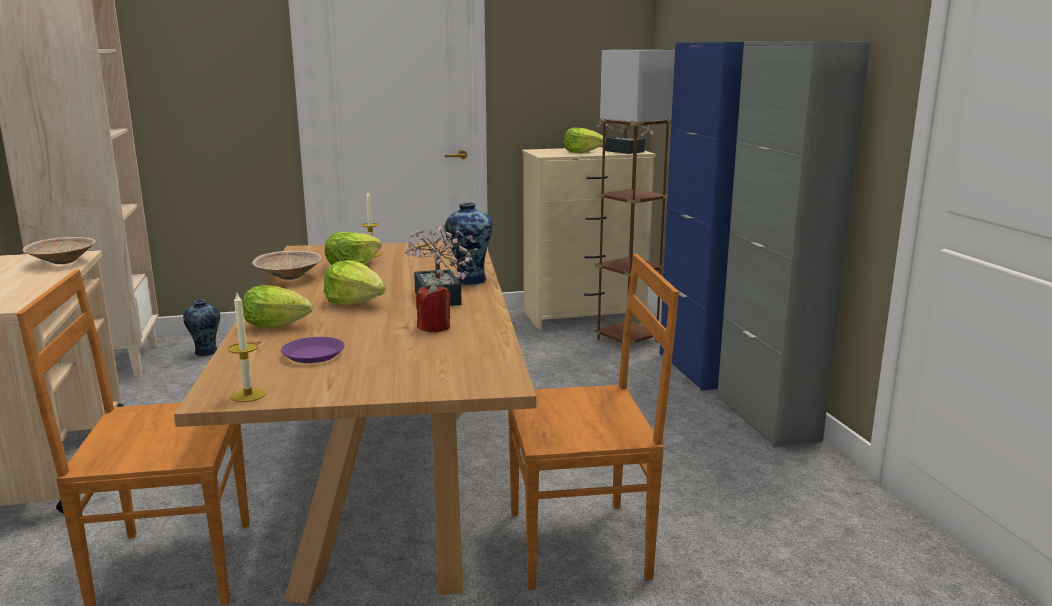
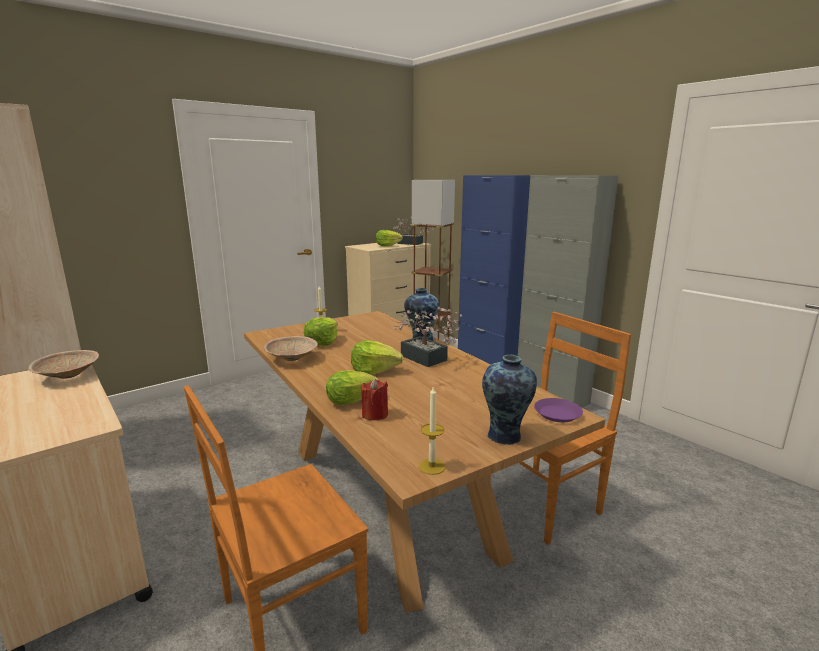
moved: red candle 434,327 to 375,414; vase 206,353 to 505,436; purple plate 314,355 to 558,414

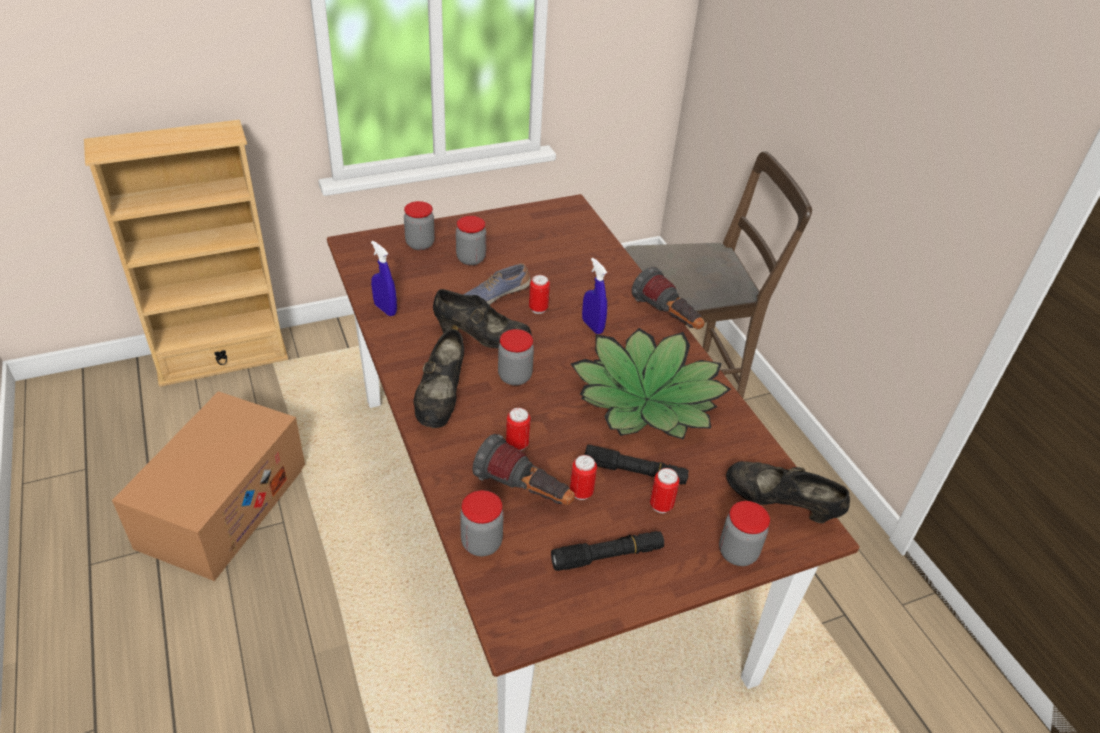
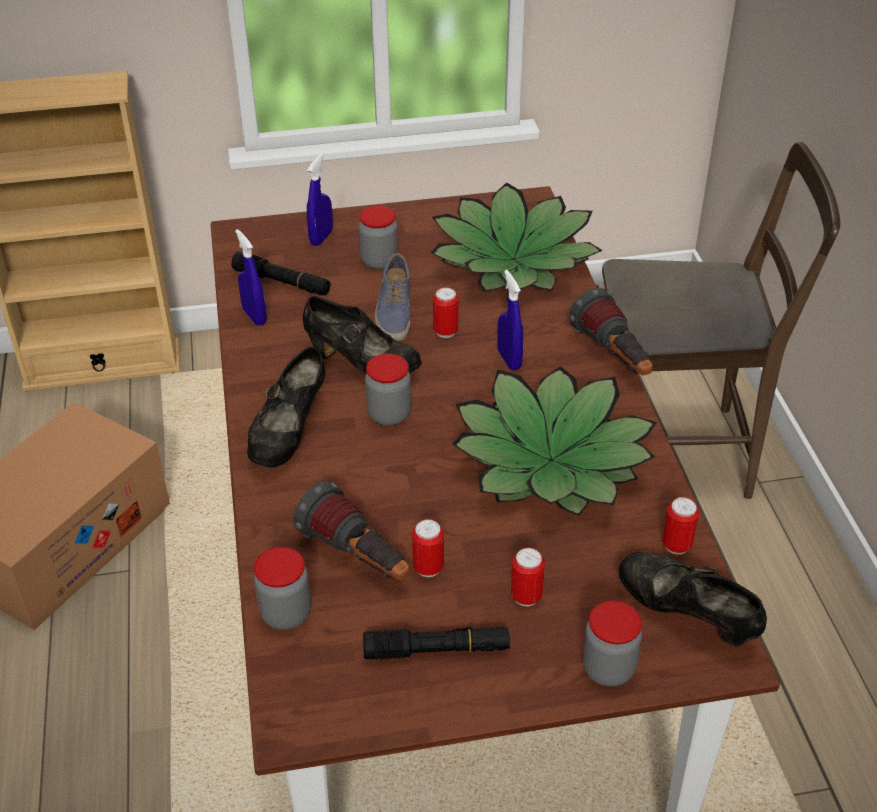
added: potted plant 514,259
moved: can 517,444 to 676,545; black flashlight 635,472 to 282,282
replaced: jar 420,244 to blue spray bottle 321,238
turned: shoe 494,297 = 393,312 75 degrees counterclockwise

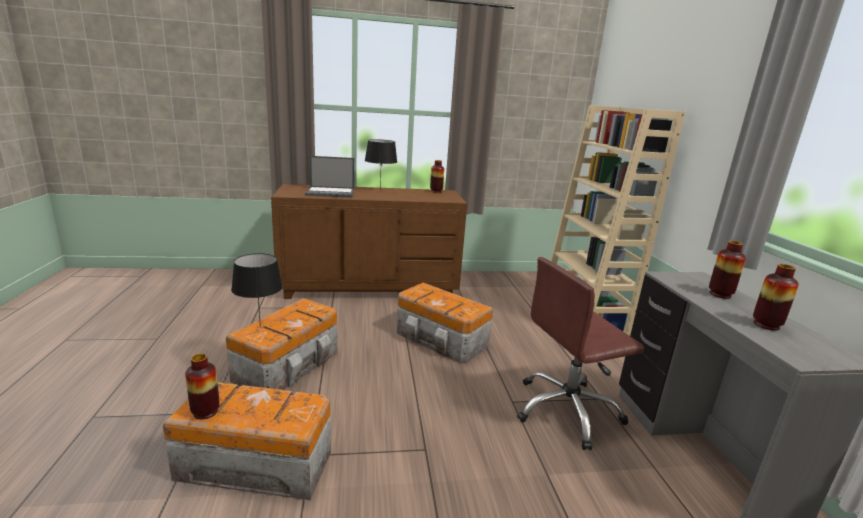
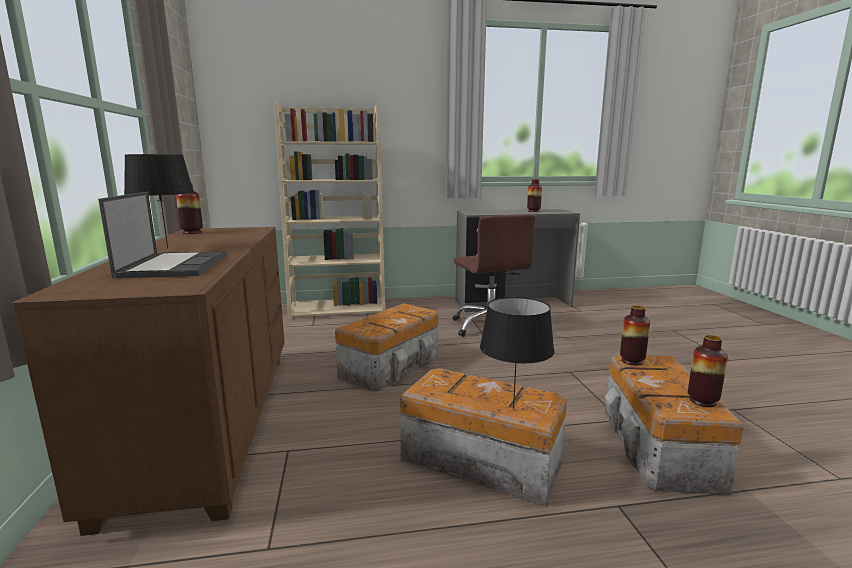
moved: vase 720,294 to 632,361

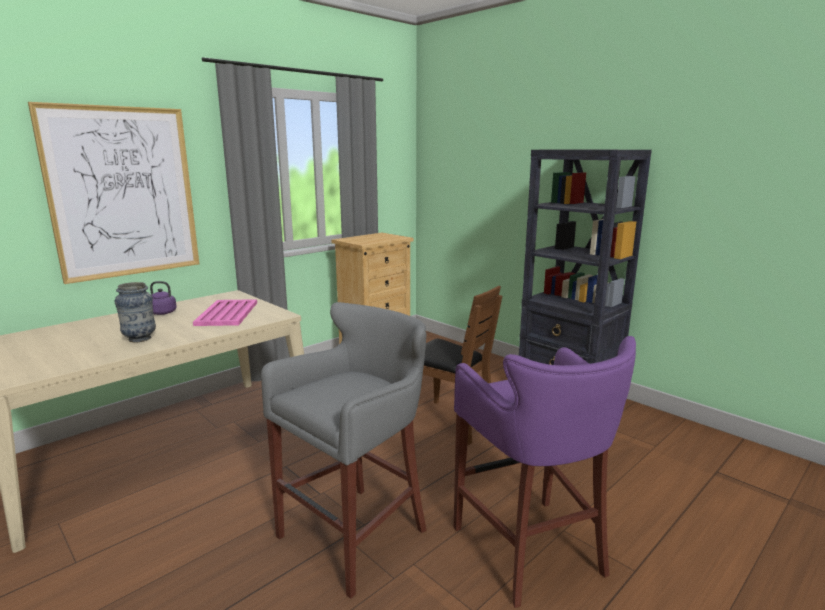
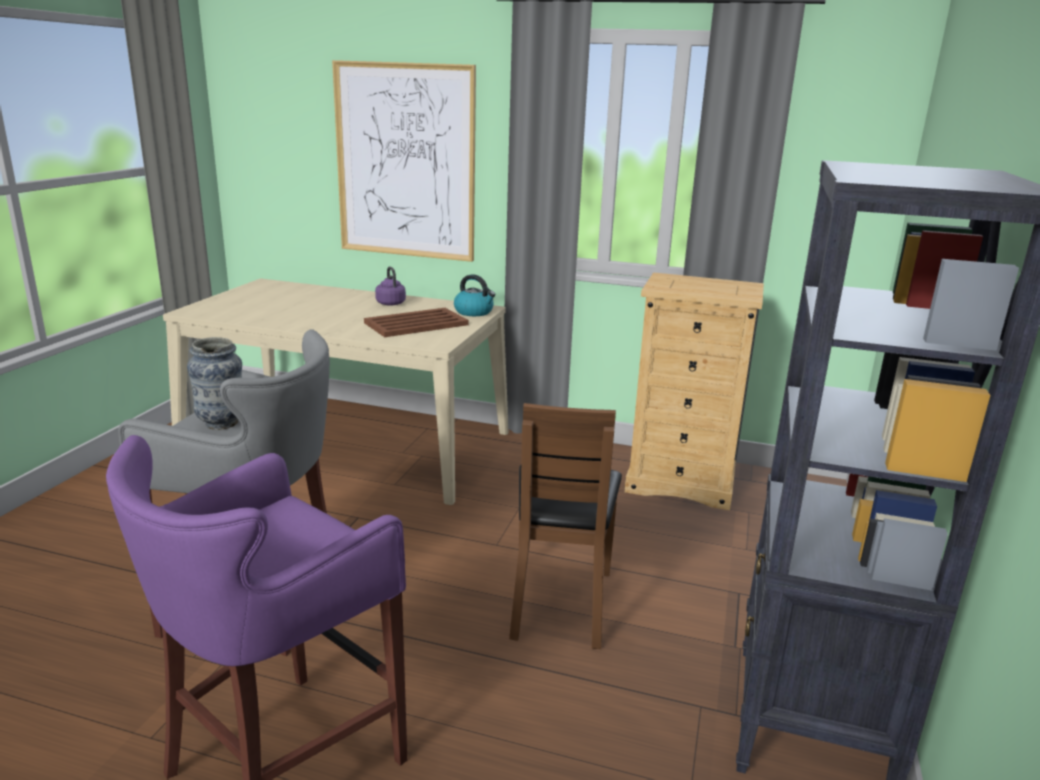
added: kettle 474,312
moved: vase 140,339 to 221,423
recoloured: pink tray 227,314 to brown tray 415,324

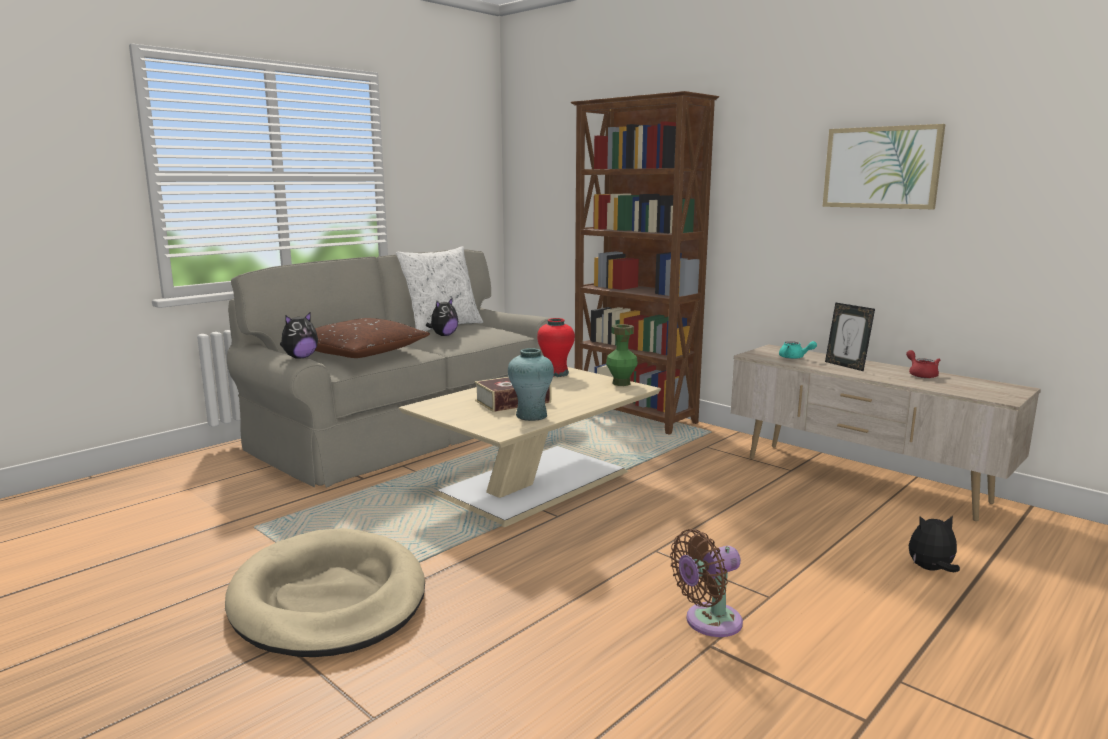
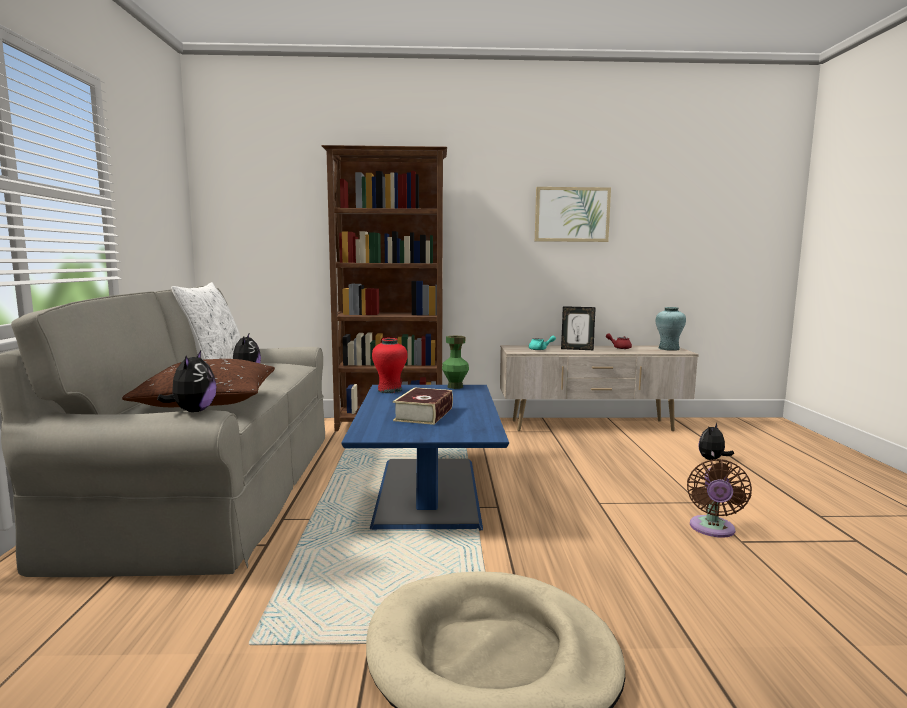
moved: turquoise vase 531,416 to 669,349
recoloured: beige coffee table 536,481 to blue coffee table 427,489

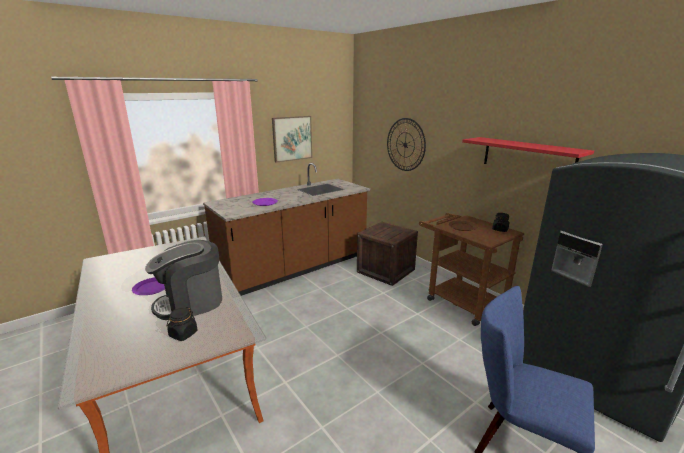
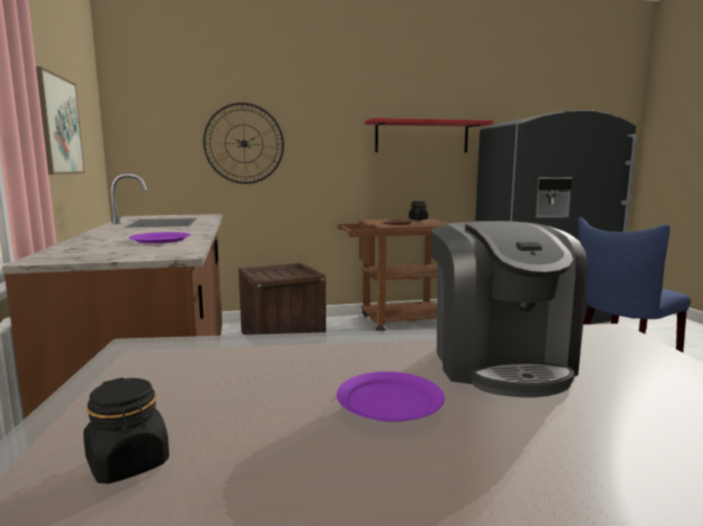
moved: black jar 183,334 to 128,463

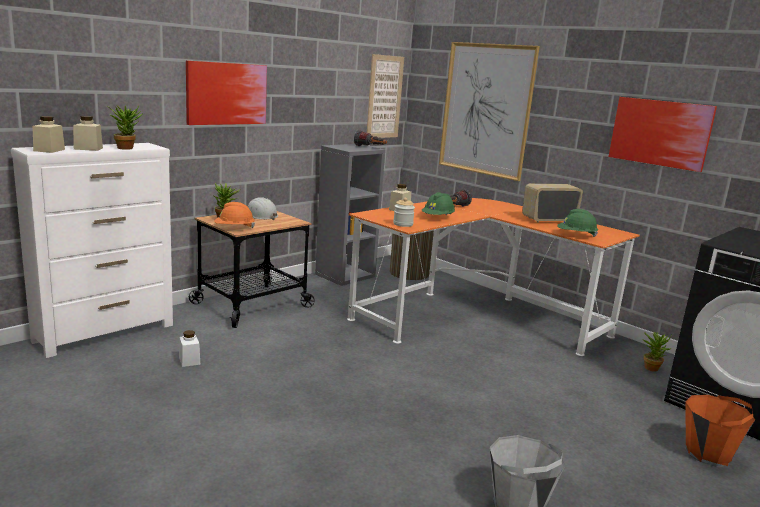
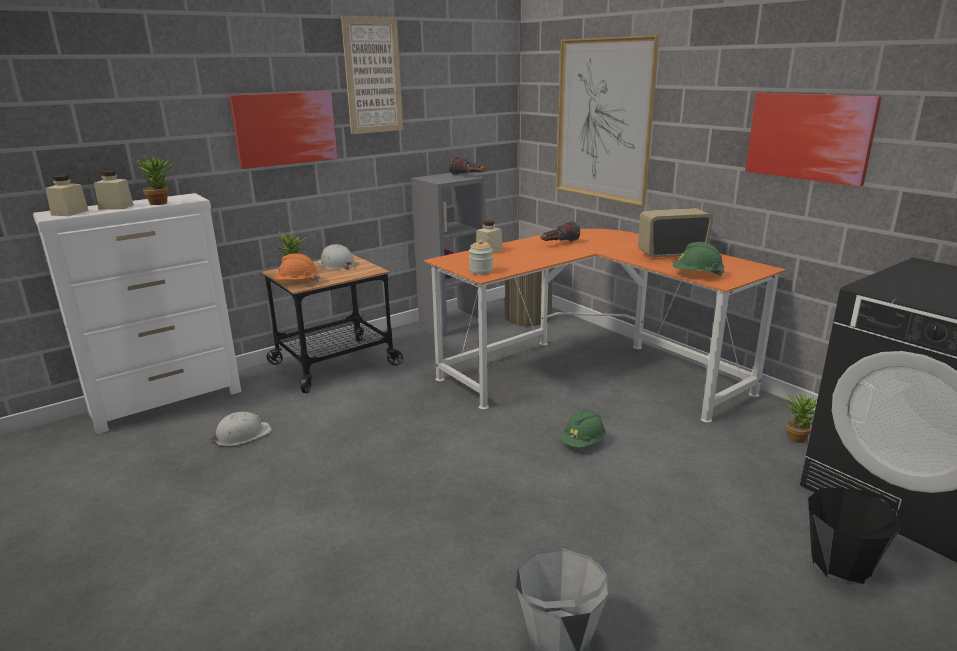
moved: picture 384,97 to 373,76; green hard hat 437,218 to 583,443
replaced: white jar 189,360 to white hard hat 242,435
recoloured: orange bucket 708,454 to black bucket 841,565

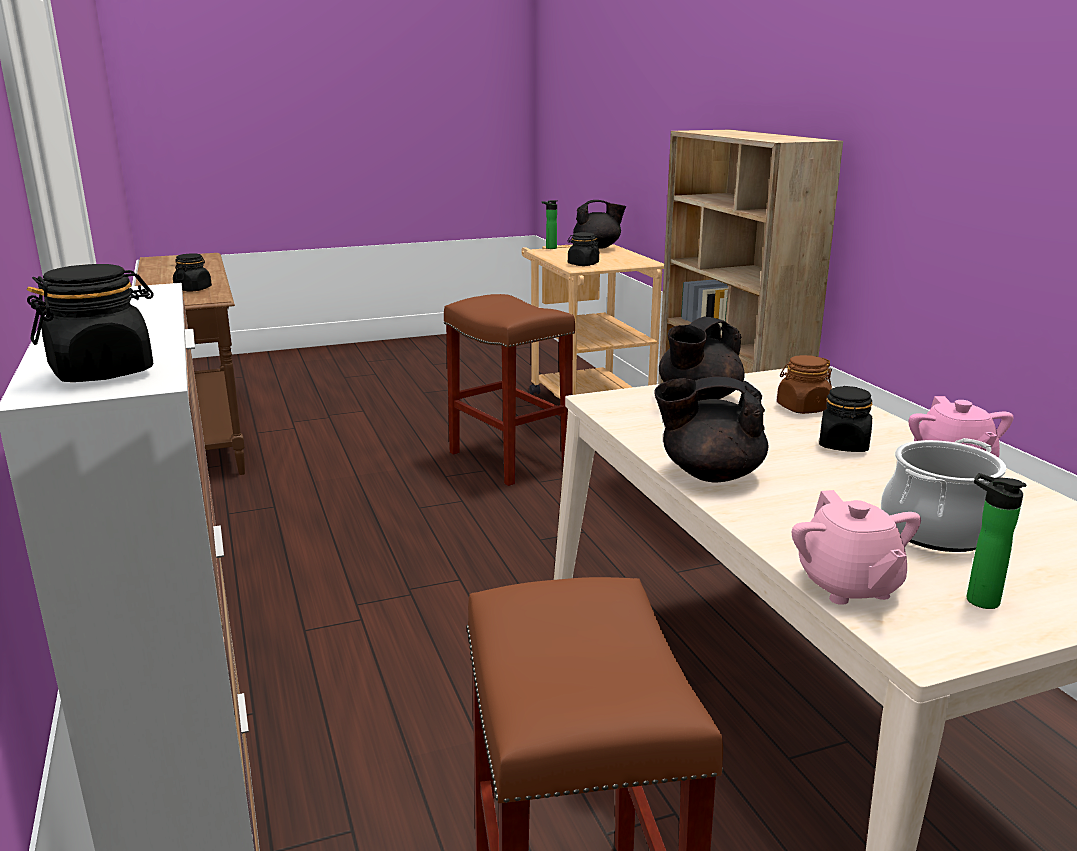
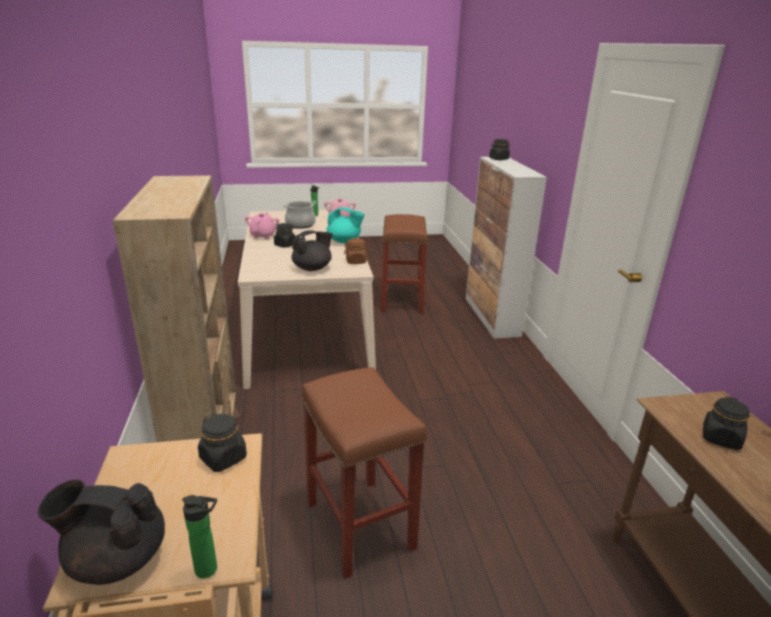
moved: brown jar 802,408 to 356,261
recoloured: black teapot 709,474 to turquoise teapot 344,241

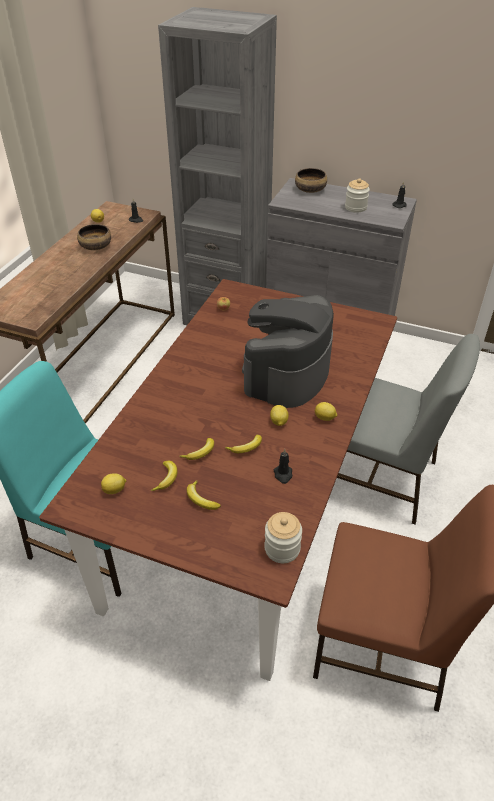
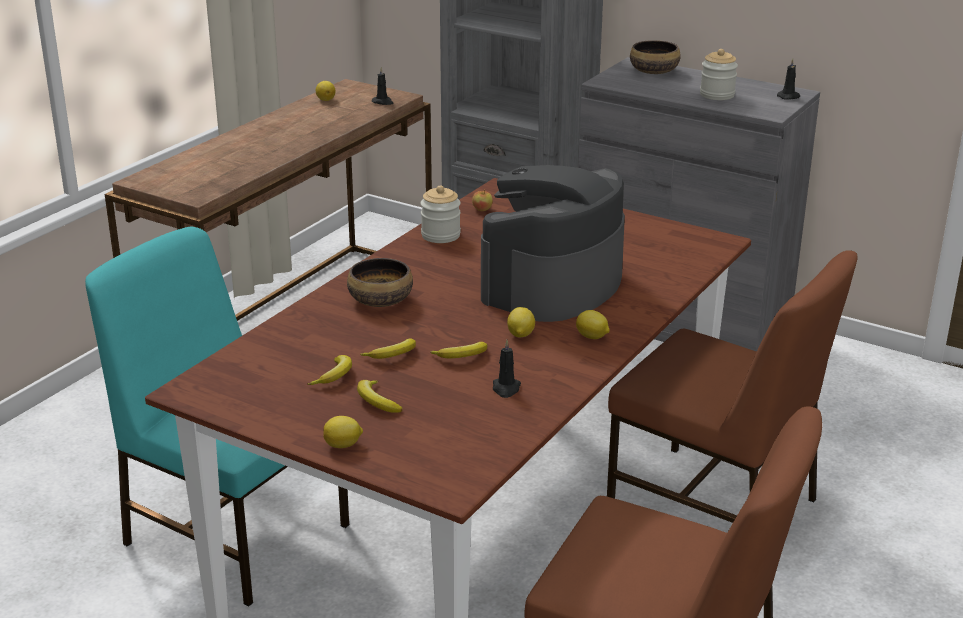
moved: bowl 95,246 to 380,300; lemon 115,490 to 343,445; jar 282,548 to 440,235
recoloured: grey chair 380,478 to brown chair 715,510

